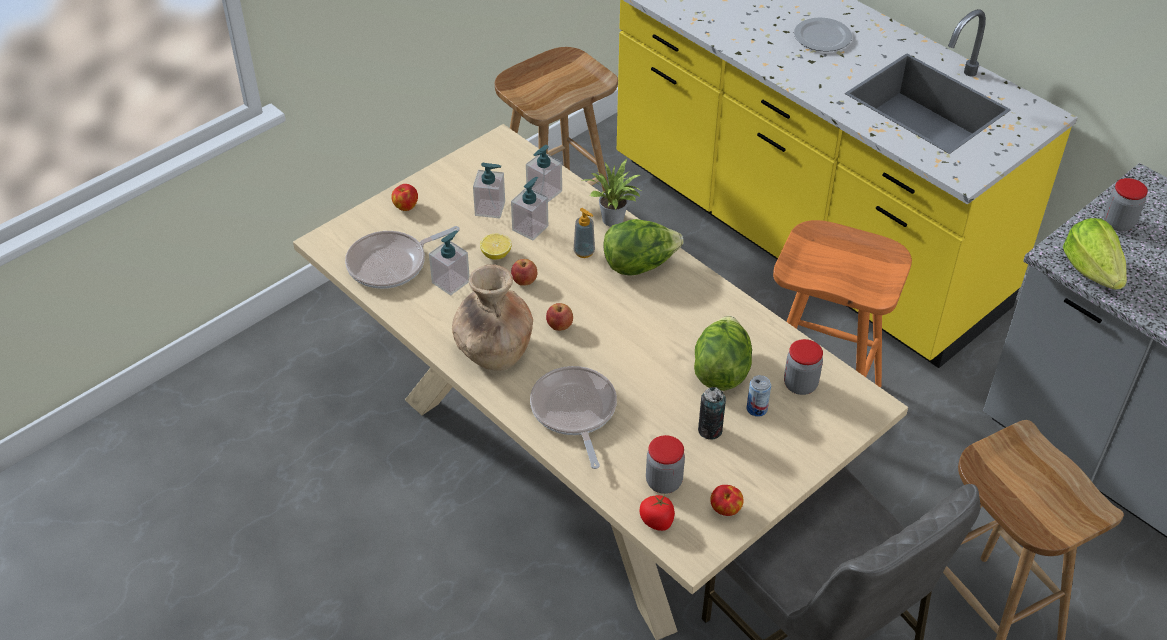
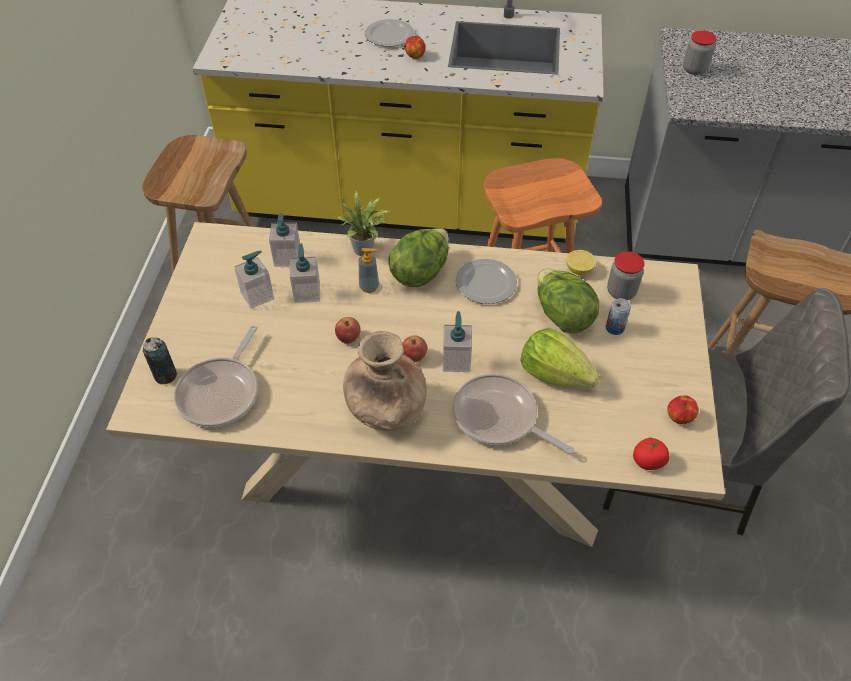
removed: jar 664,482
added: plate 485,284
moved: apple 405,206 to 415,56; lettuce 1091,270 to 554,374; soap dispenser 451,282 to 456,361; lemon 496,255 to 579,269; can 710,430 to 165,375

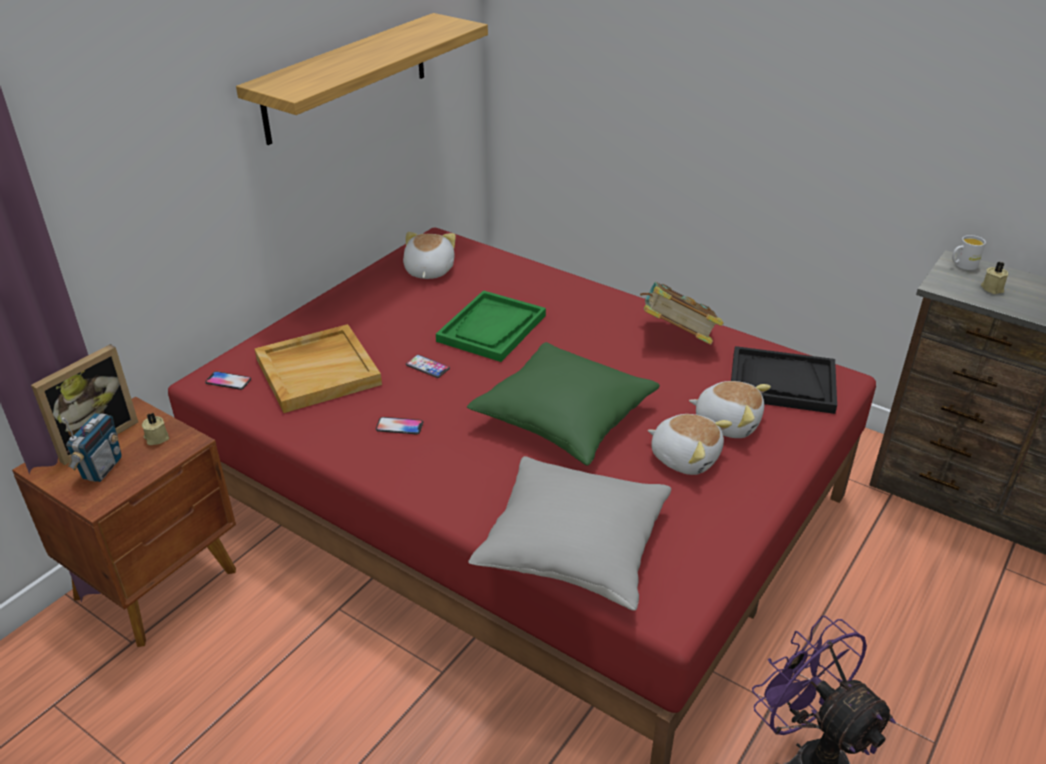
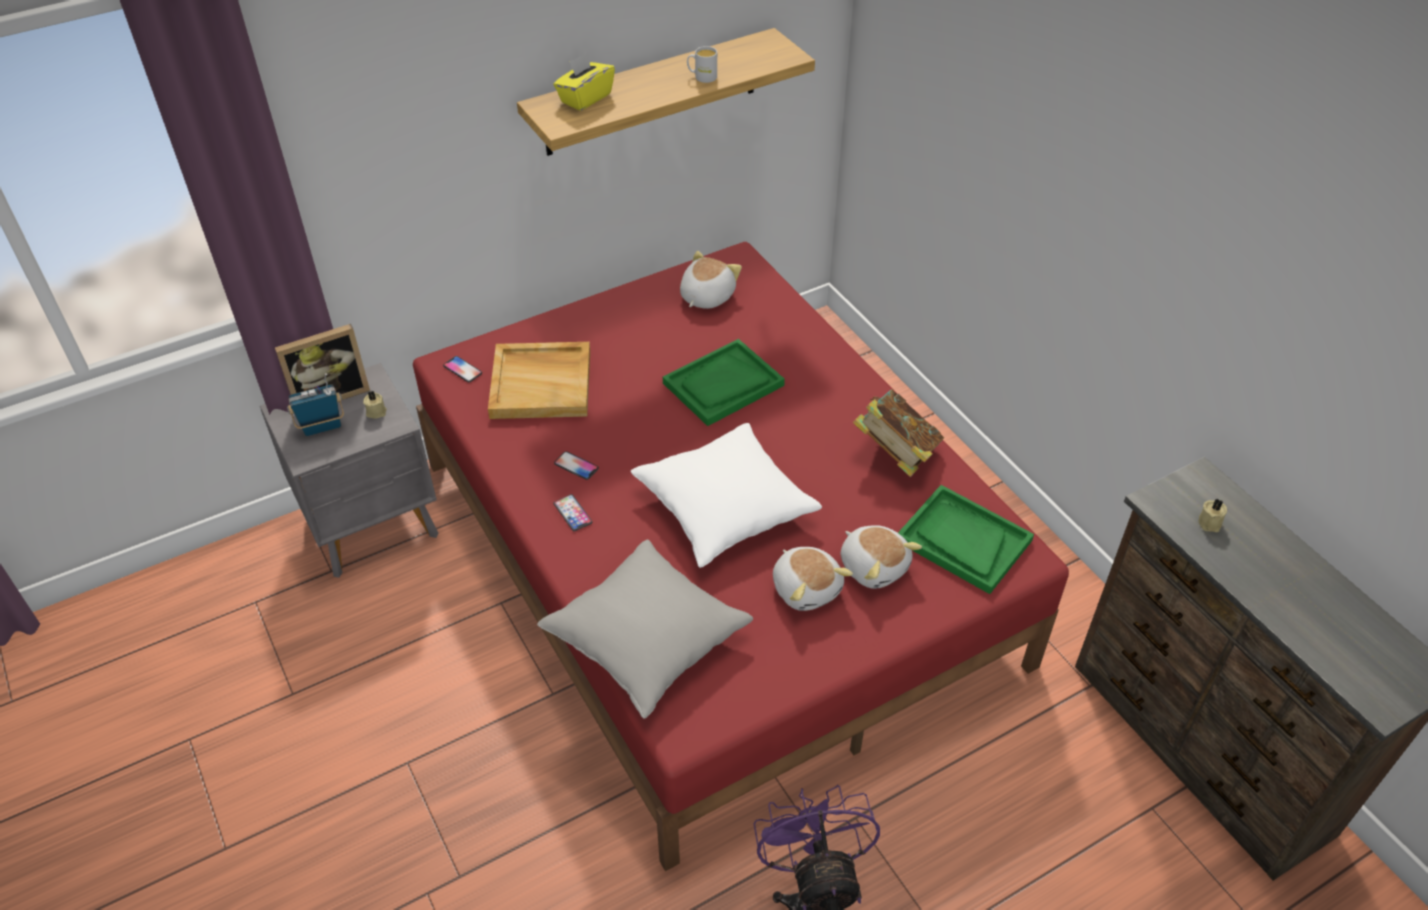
added: yellow tissue box 585,98
moved: white mug 962,265 to 702,77; phone 427,367 to 572,513
recoloured: green pillow 564,417 to white pillow 724,507; black tray 781,382 to green tray 963,541; brown nightstand 160,584 to grey nightstand 374,526
turned: radio 102,468 = 322,427 150 degrees counterclockwise

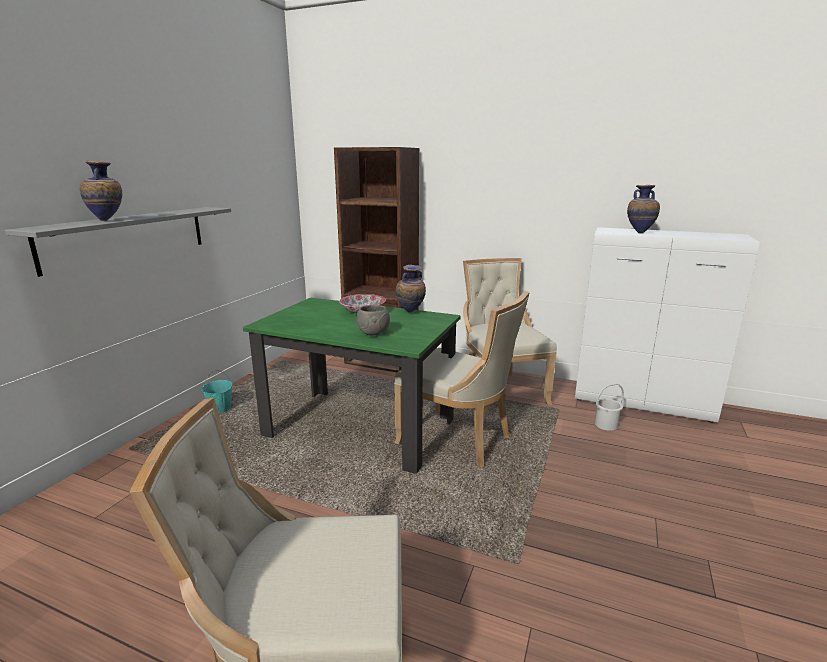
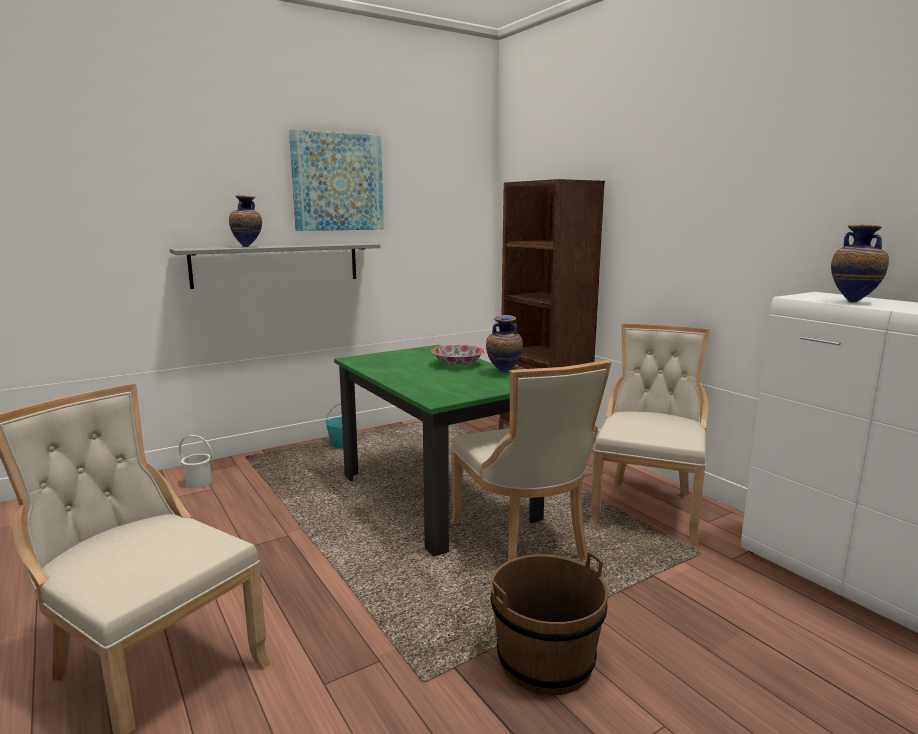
removed: grey bowl 373,333
added: picture 337,182; brown bucket 545,661
moved: white bucket 605,424 to 199,482

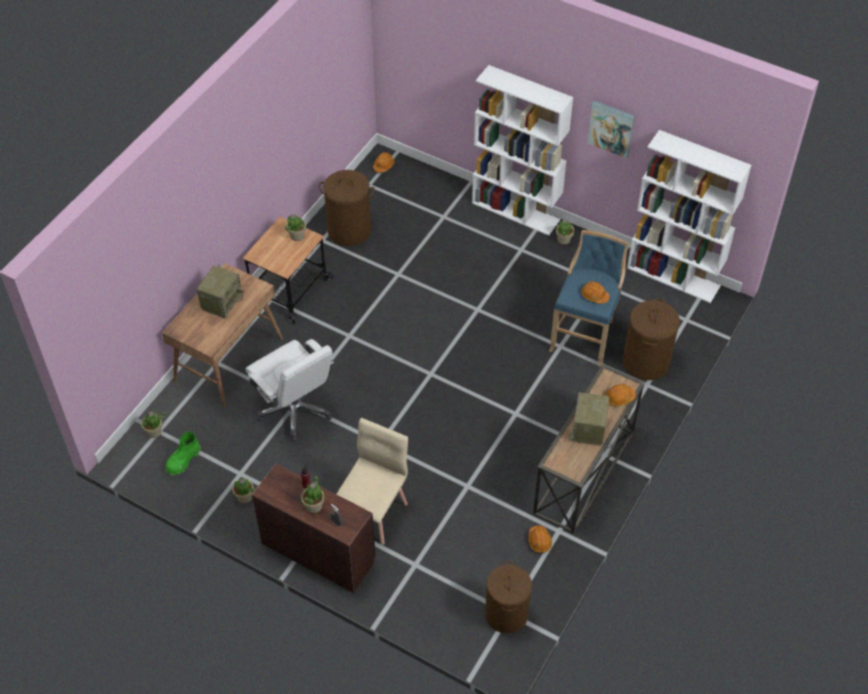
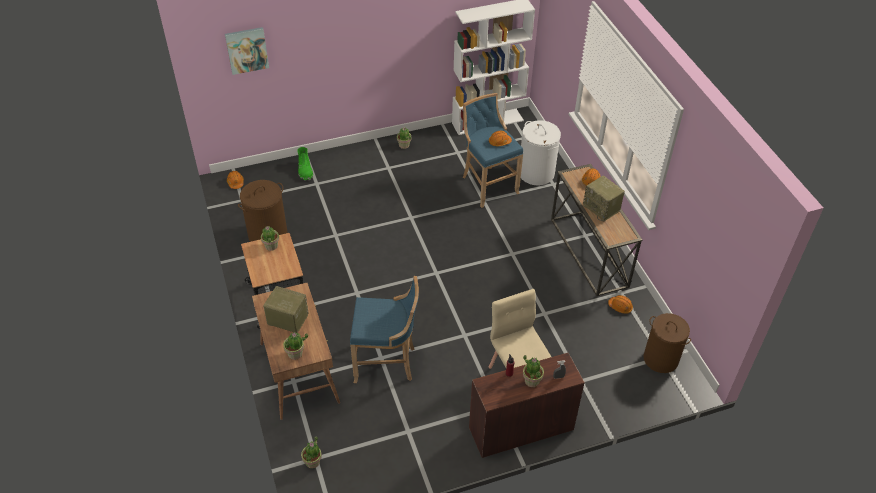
removed: white bookcase 516,211
moved: picture 611,128 to 247,50; green boot 183,460 to 305,171; potted plant 244,497 to 295,353
replaced: white office chair 295,410 to blue stool 387,363
recoloured: brown laundry basket 646,362 to white laundry basket 536,173
turned: radio 221,302 = 287,320 45 degrees counterclockwise

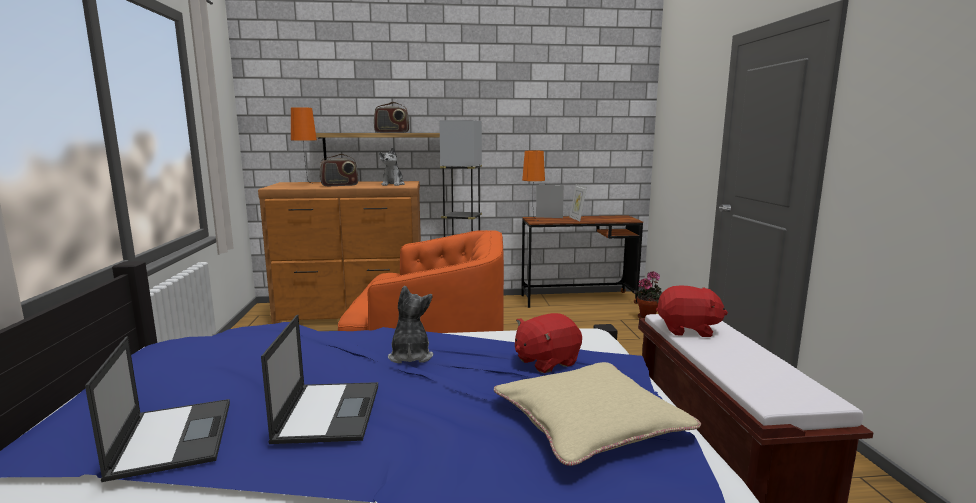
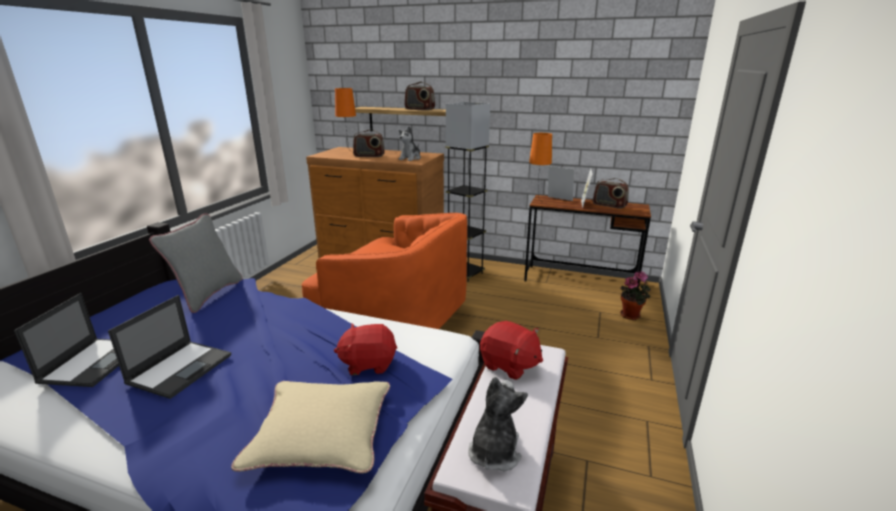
added: radio 609,205; grey pillow 208,294
moved: plush toy 410,356 to 494,451

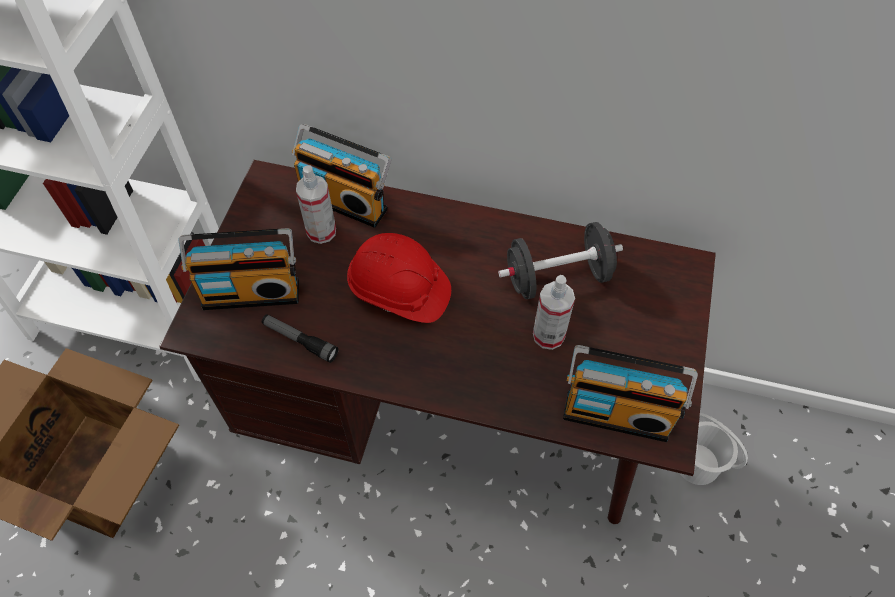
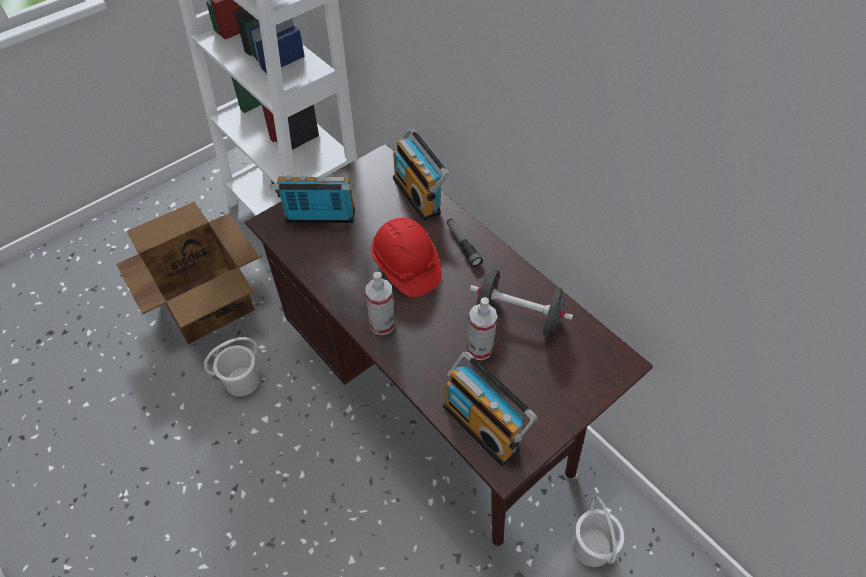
added: white bucket 242,381
moved: spray bottle 321,231 to 382,324; flashlight 300,340 to 463,245
turned: radio 251,291 = 319,218 150 degrees clockwise

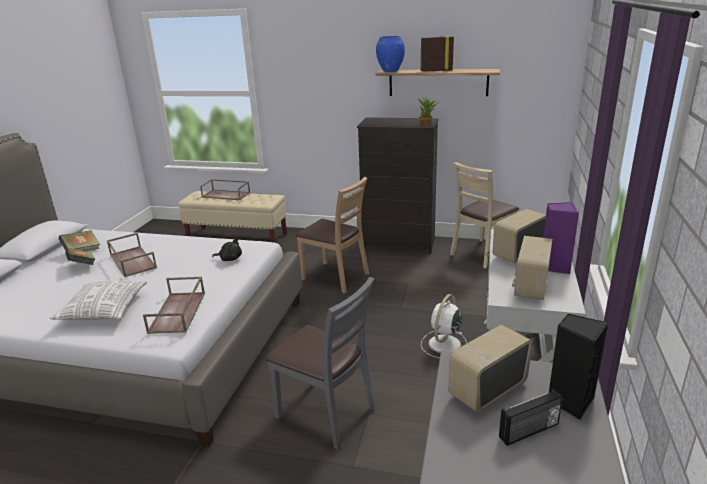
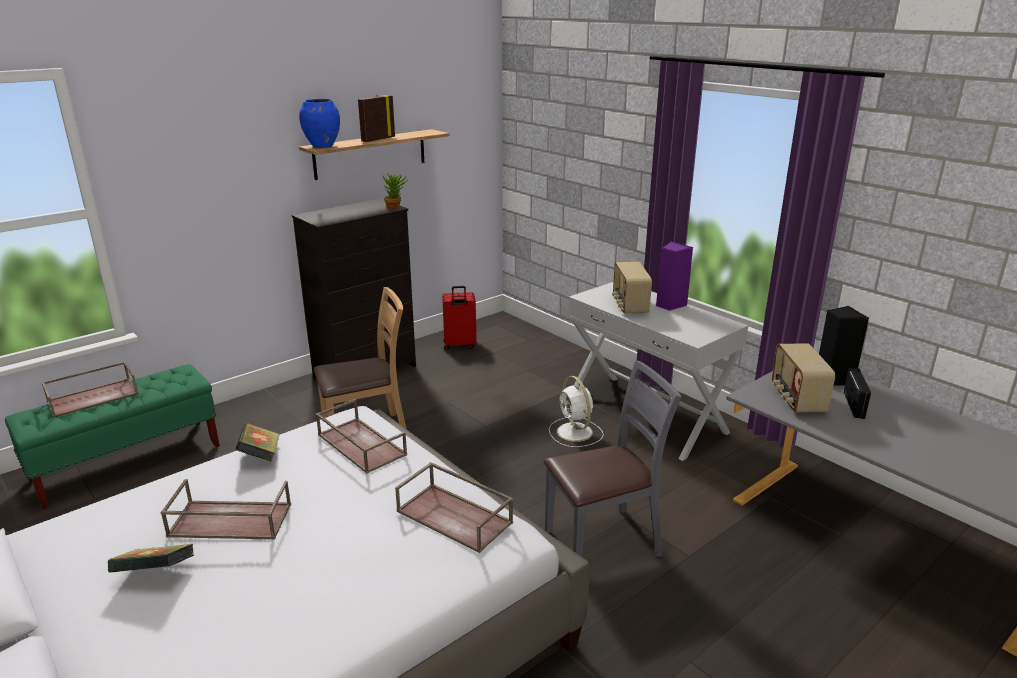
removed: radio 530,286; pillow 104,310
moved: book 82,251 to 260,456
replaced: beige chair 481,253 to red suitcase 459,345; black plush toy 230,259 to brown tray 360,445
recoloured: beige bench 237,238 to green bench 128,463

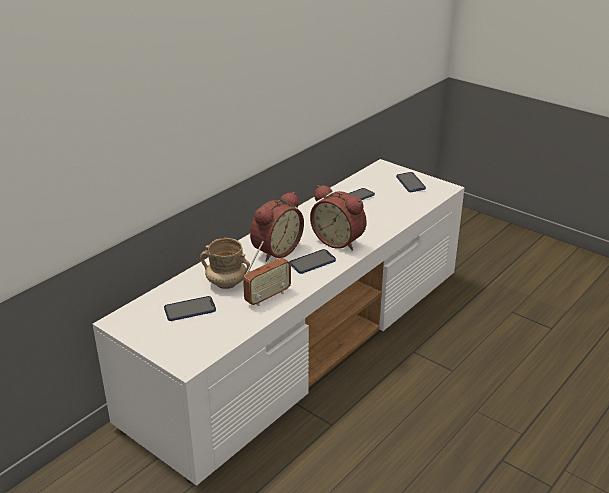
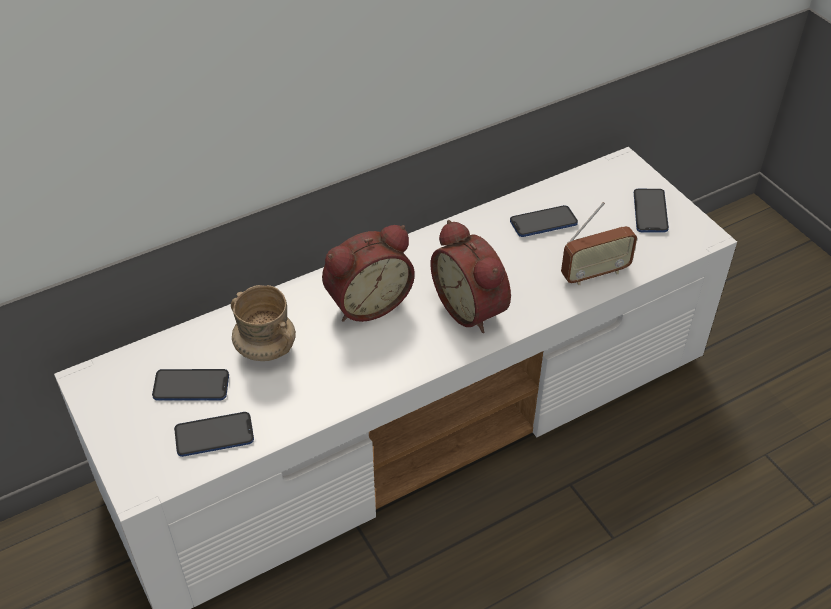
moved: radio 267,297 to 594,274; phone 312,262 to 214,435

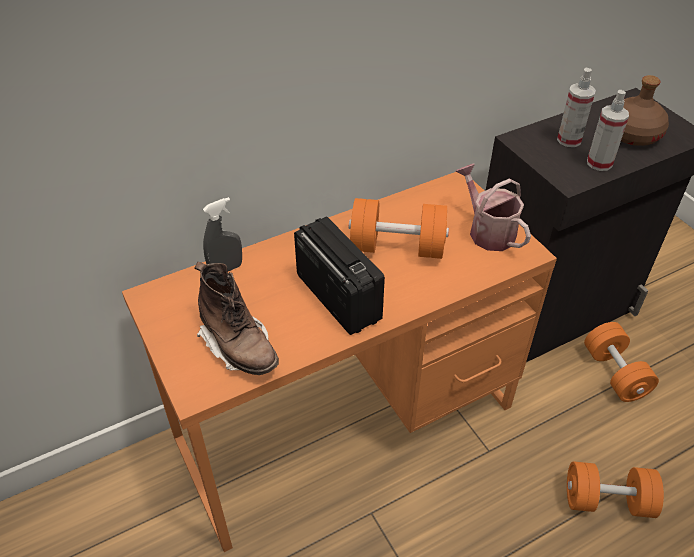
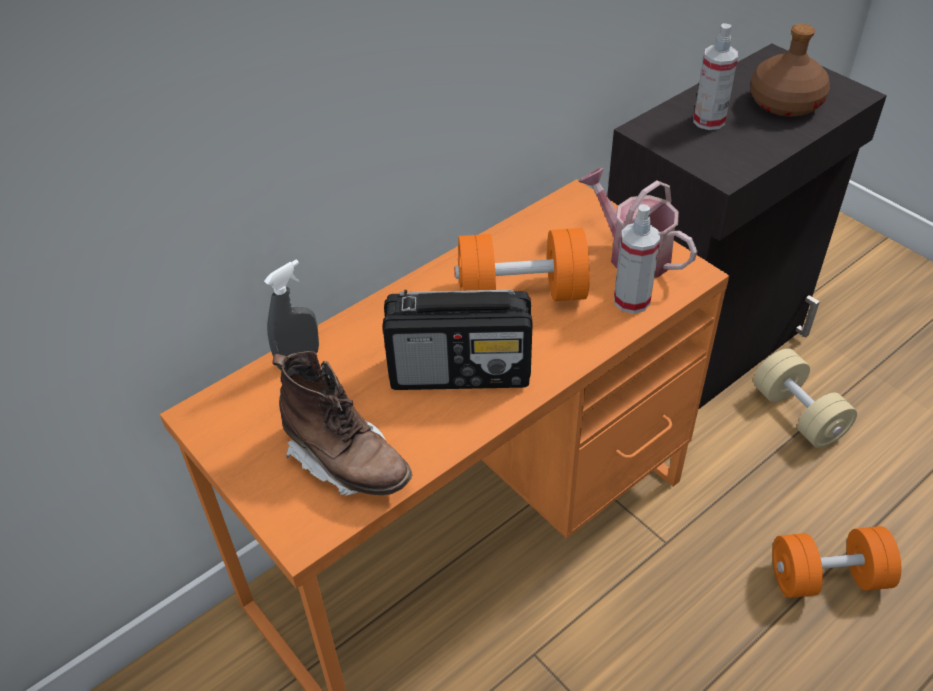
moved: spray bottle 599,163 to 631,300
recoloured: orange dumbbell 614,373 to beige dumbbell 798,414
turned: radio 337,296 = 461,371 135 degrees clockwise

